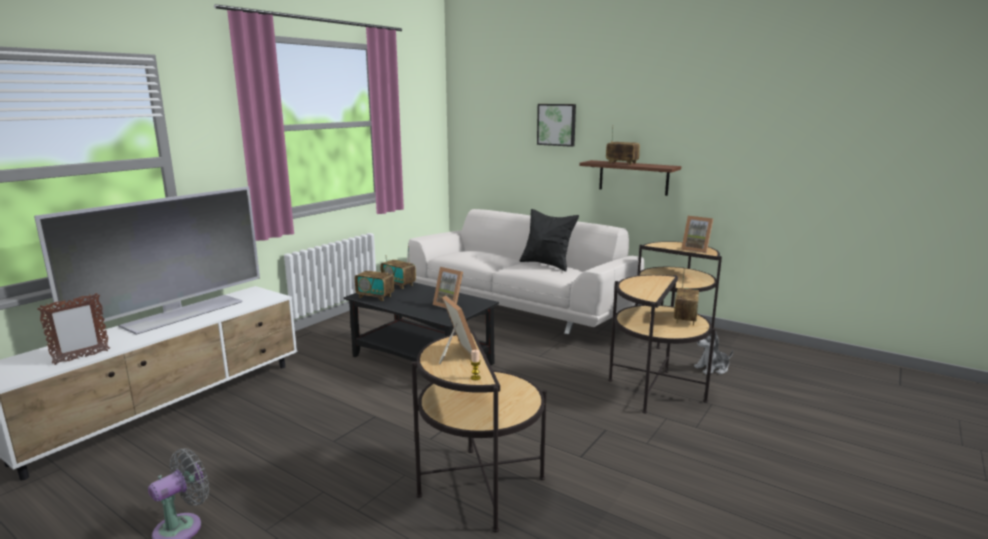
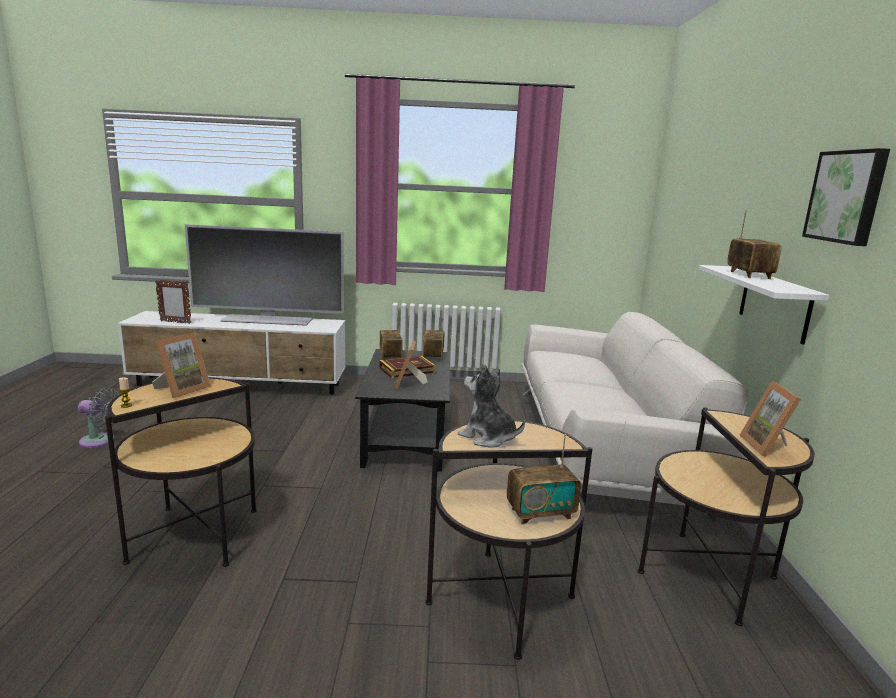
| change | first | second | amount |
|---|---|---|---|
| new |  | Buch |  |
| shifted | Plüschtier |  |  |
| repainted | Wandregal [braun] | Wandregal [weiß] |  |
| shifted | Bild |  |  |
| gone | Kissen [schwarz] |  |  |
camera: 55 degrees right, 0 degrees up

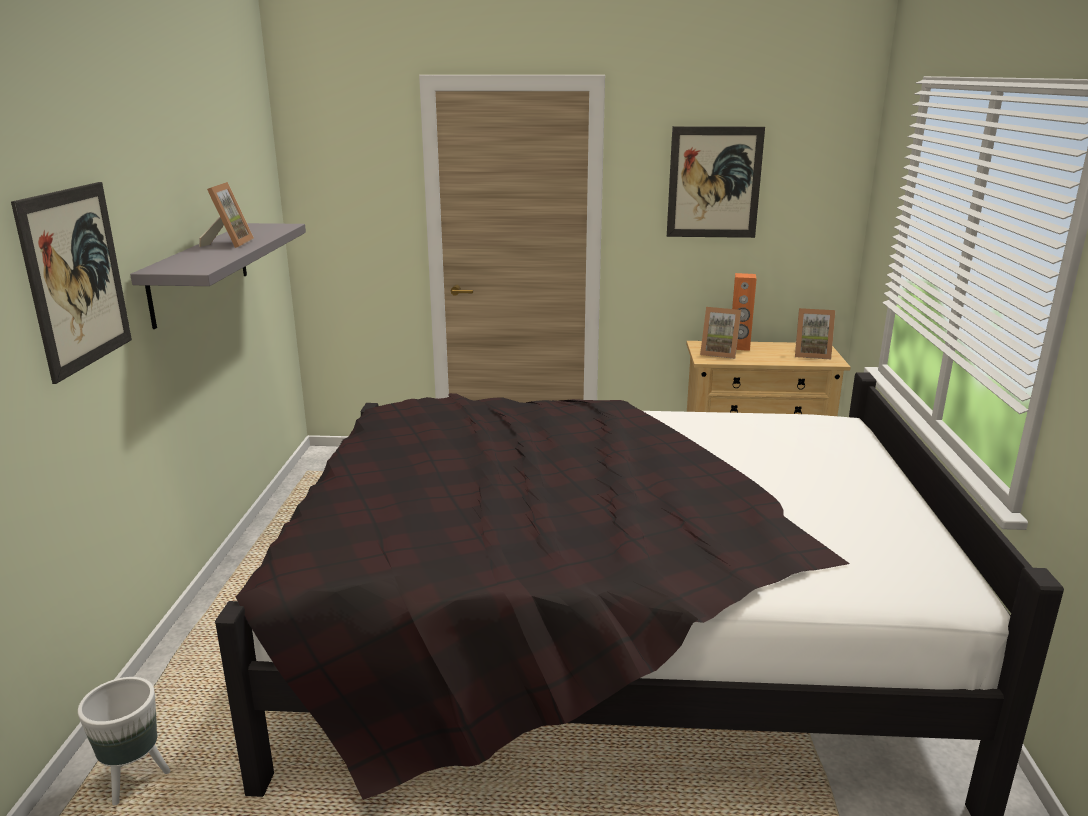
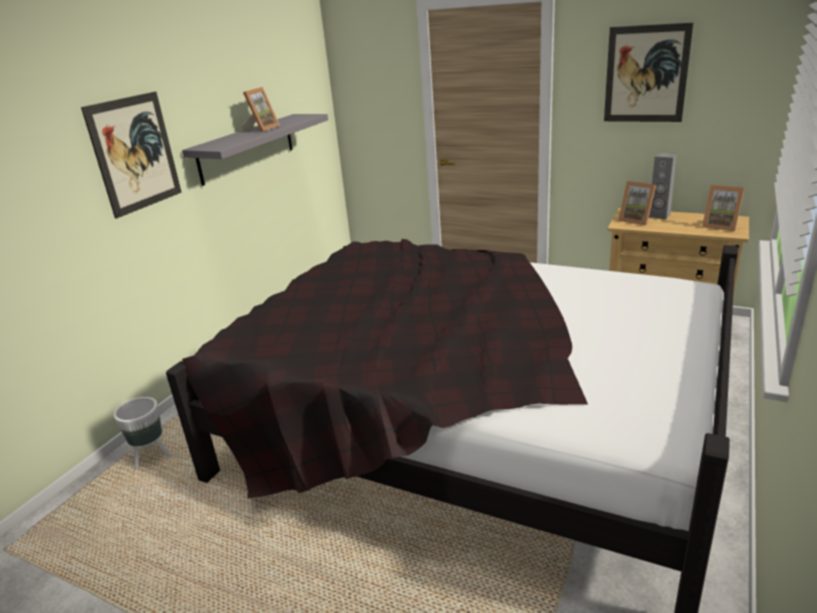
| change | first | second | amount |
|---|---|---|---|
| repainted | Lautsprecher [orange] | Lautsprecher [grau] |  |
camera: 25 degrees right, 5 degrees up

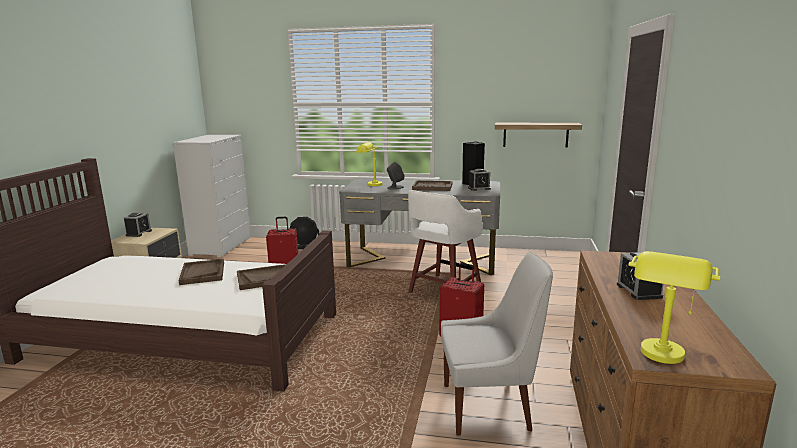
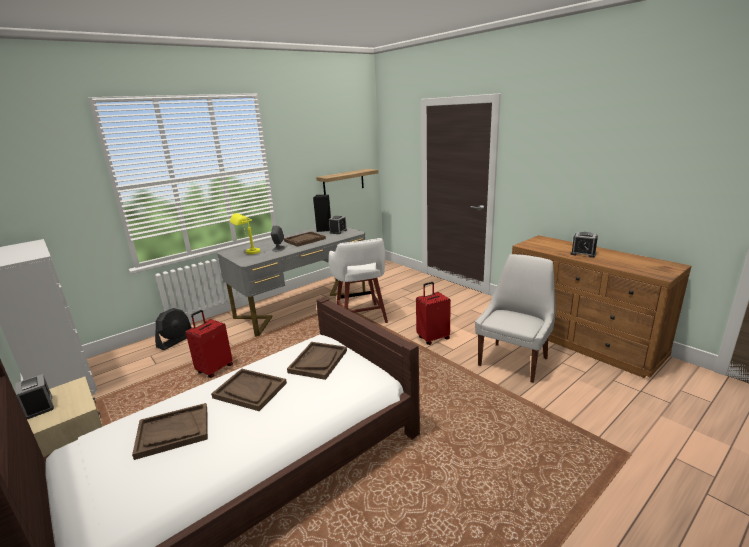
| change | first | second | amount |
|---|---|---|---|
| new |  | Tablett [braun] (no. 1 from left) |  |
| gone | Tischlampe [gelb] (no. 2 from left) |  |  |
camera: 50 degrees left, 5 degrees up

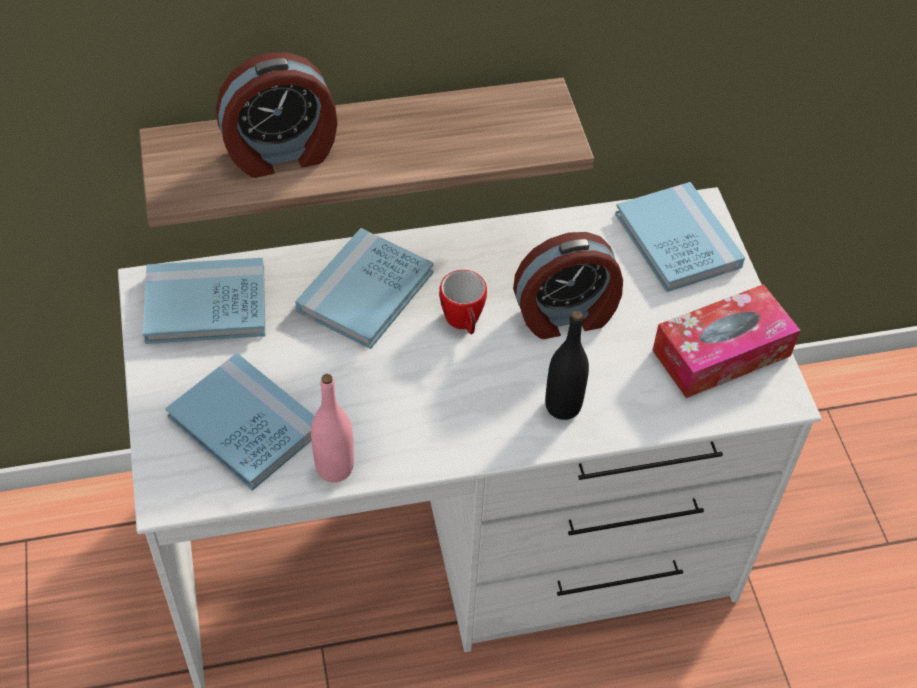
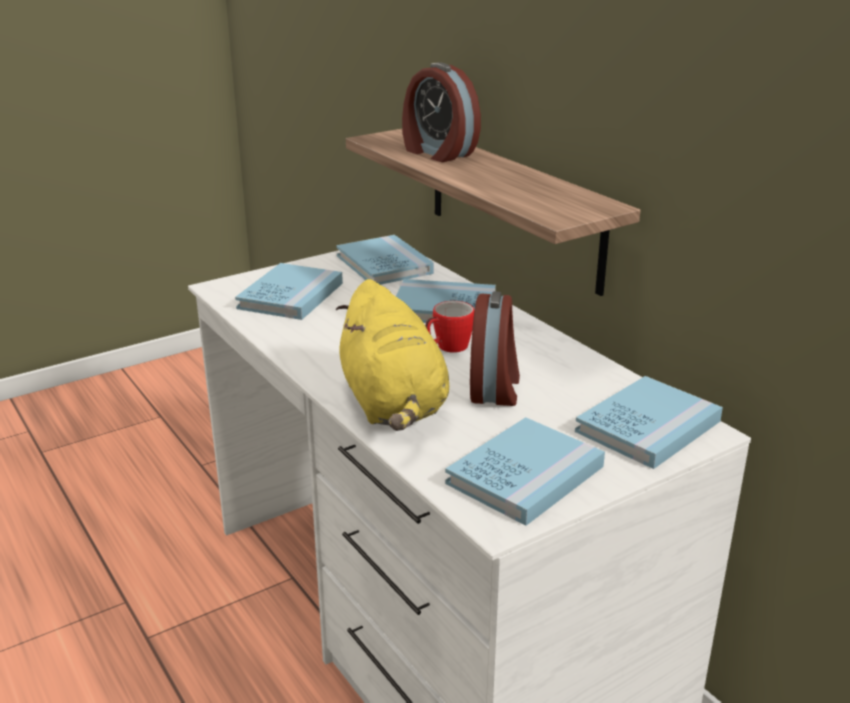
| change | first | second | amount |
|---|---|---|---|
| swapped | Flasche [schwarz] | Plüschtier [gelb] |  |
| swapped | Taschentuchbox | Buch [blau] (no. 4 from left) |  |
| rotated | Wecker (no. 2 from left) |  | 135 degrees counterclockwise |
| gone | Flasche [rosa] |  |  |
camera: 70 degrees right, 25 degrees down

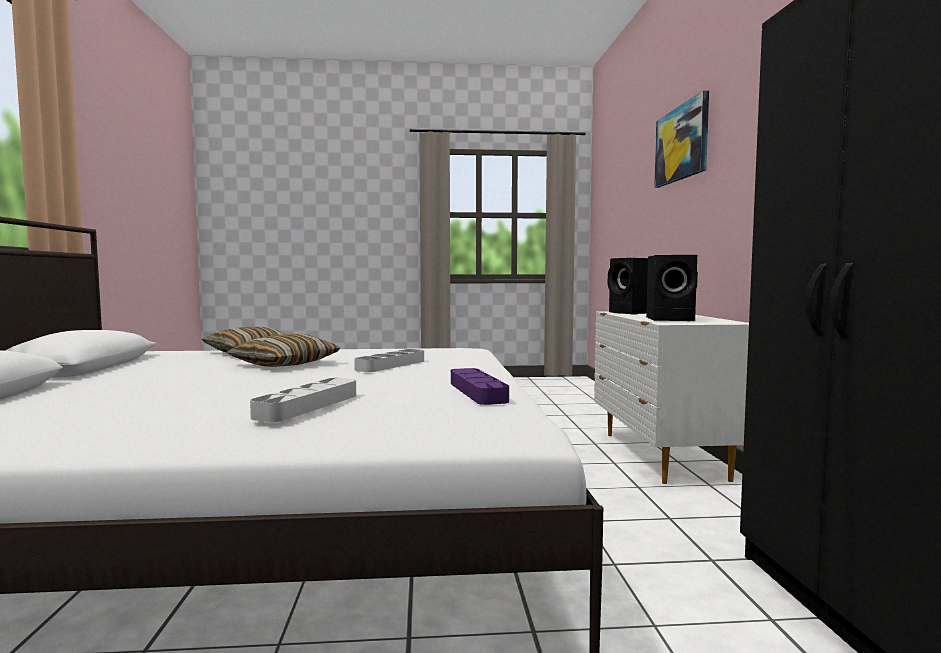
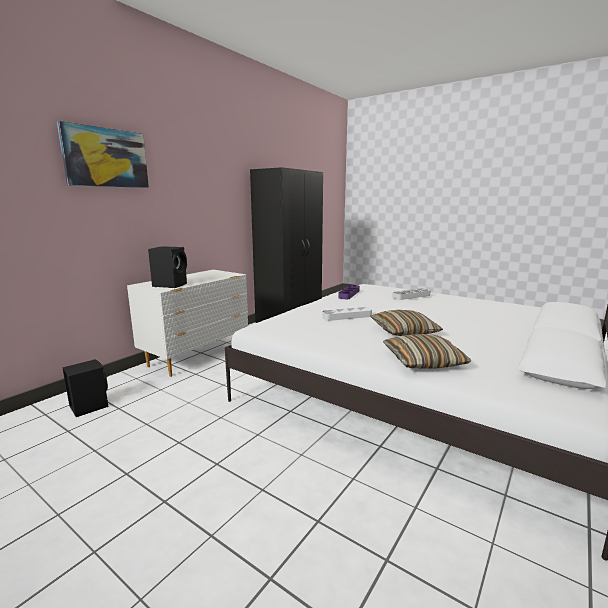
| change | first | second | amount |
|---|---|---|---|
| shifted | Lautsprecher [schwarz] (no. 2 from left in the first image) | Lautsprecher [schwarz] (no. 1 from left) |  |
camera: 140 degrees left, 10 degrees up

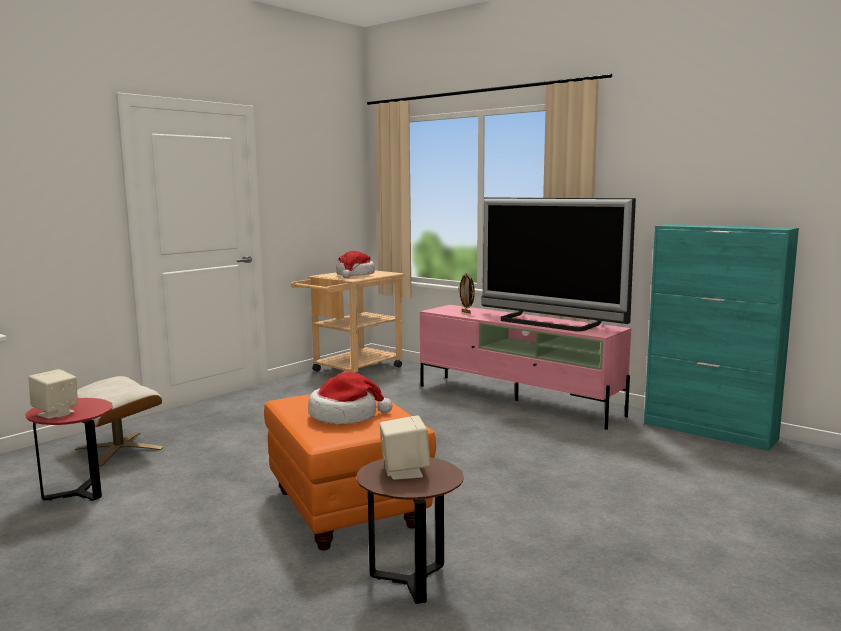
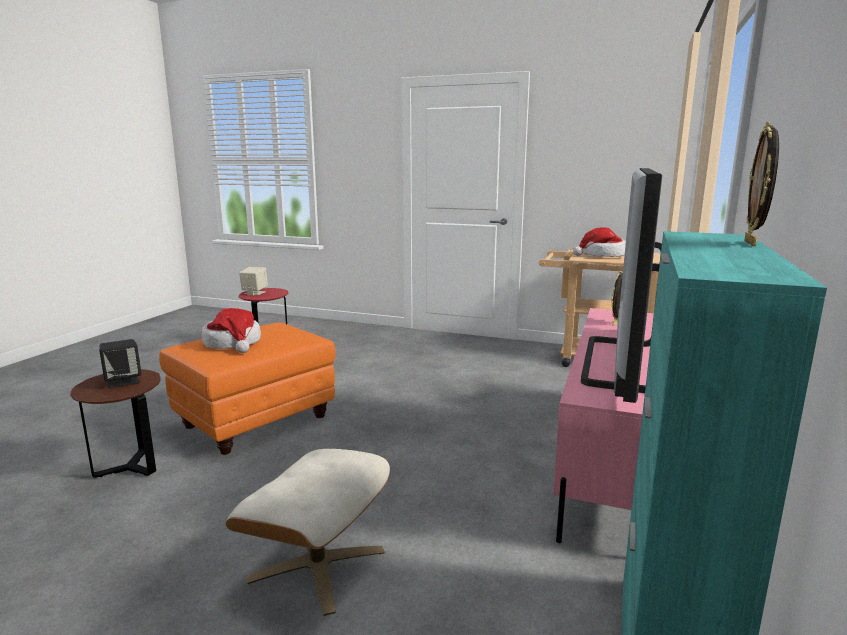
| change | first | second | amount |
|---|---|---|---|
| repainted | Lautsprecher [beige] (no. 2 from left) | Lautsprecher [schwarz] |  |
| shifted | Polsterhocker [beige] |  |  |
| new |  | Bilderrahmen (no. 2 from left) |  |
camera: 70 degrees right, 5 degrees up

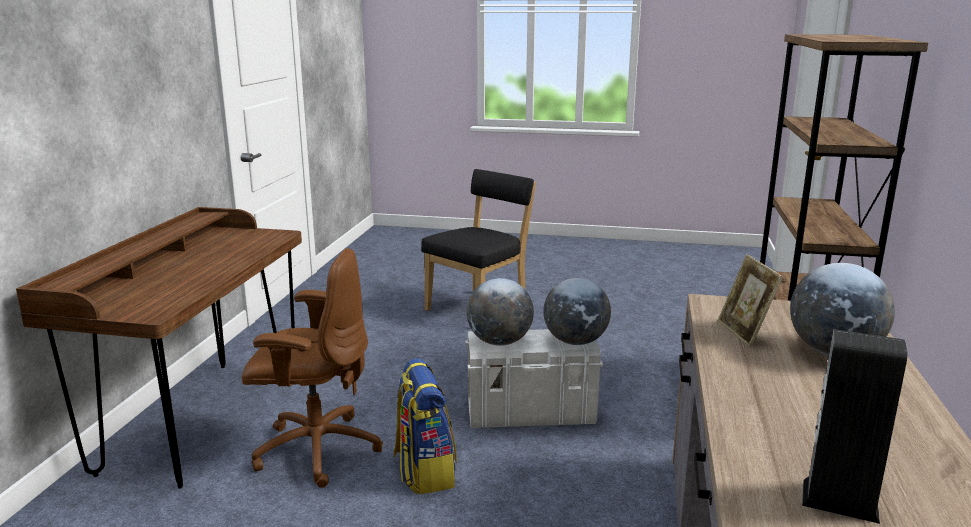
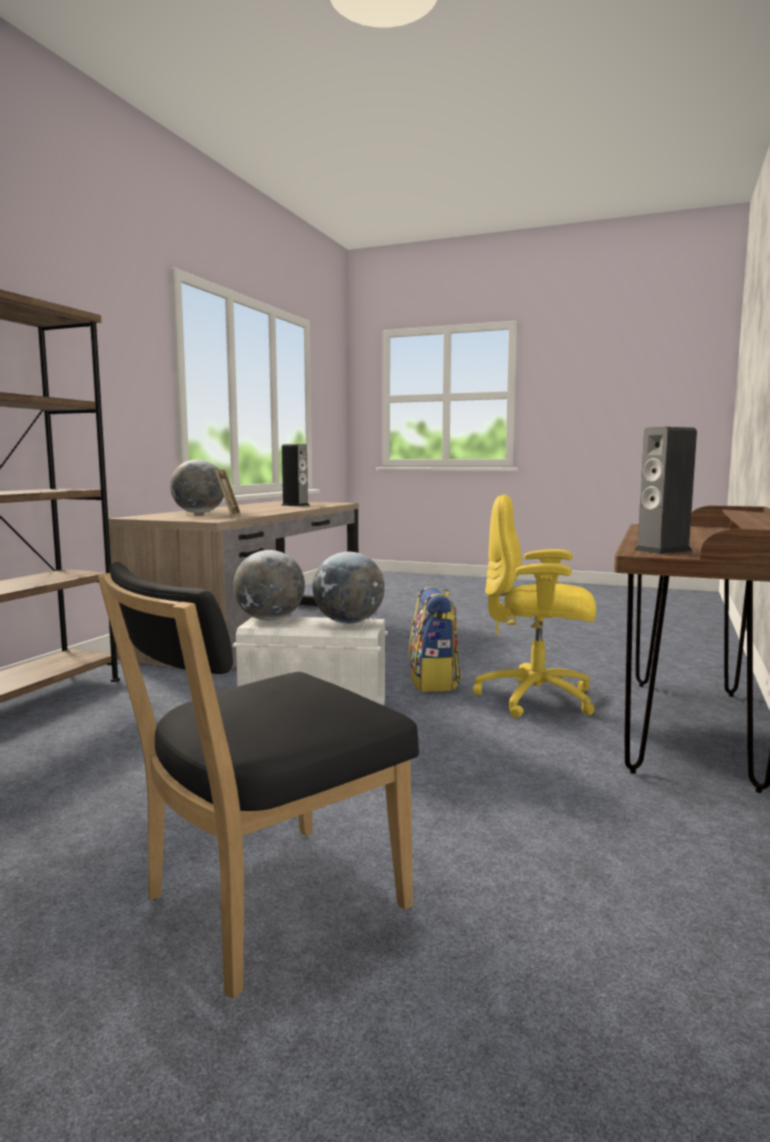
| change | first | second | amount |
|---|---|---|---|
| repainted | Bürostuhl [braun] | Bürostuhl [gelb] |  |
| new |  | Lautsprecher (no. 2 from left) |  |
camera: 170 degrees left, 10 degrees down

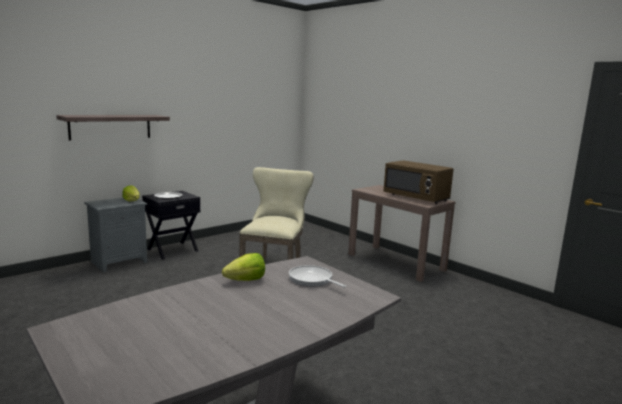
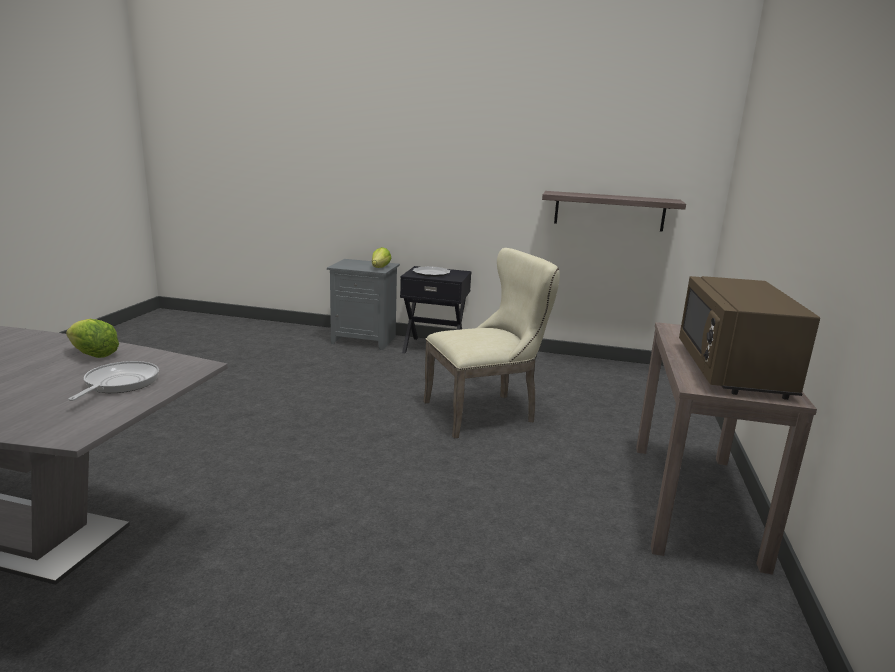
| change | first | second | amount |
|---|---|---|---|
| shifted | Wandregal |  |  |
camera: 55 degrees right, 5 degrees up

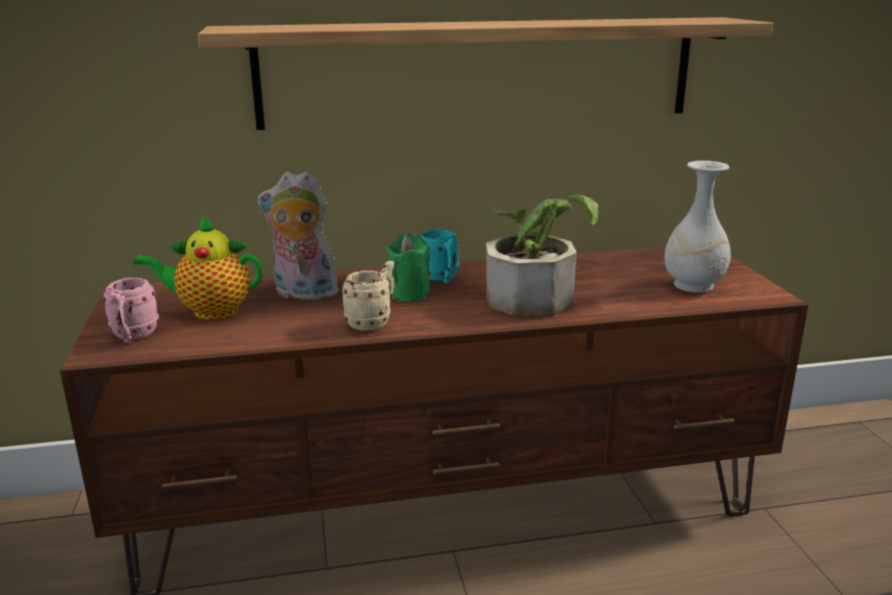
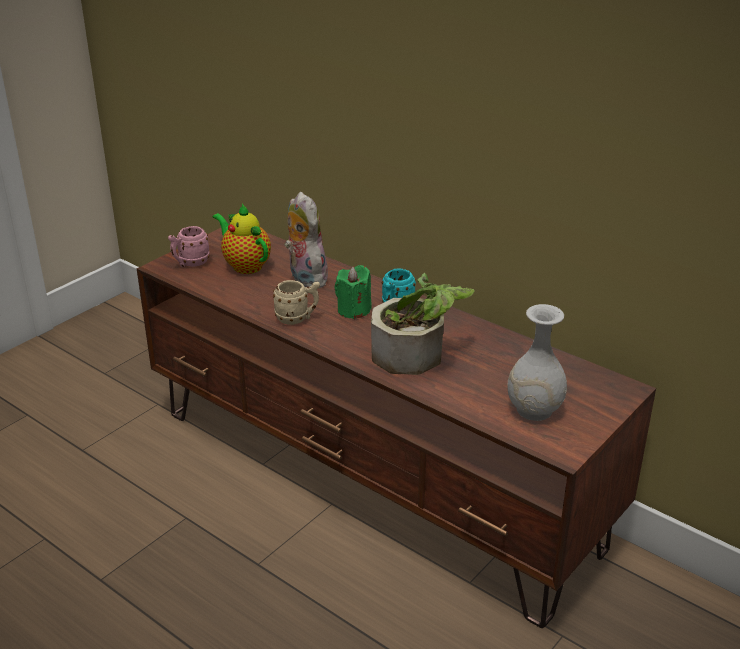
| change | first | second | amount |
|---|---|---|---|
| gone | Wandregal |  |  |
camera: 50 degrees right, 10 degrees up

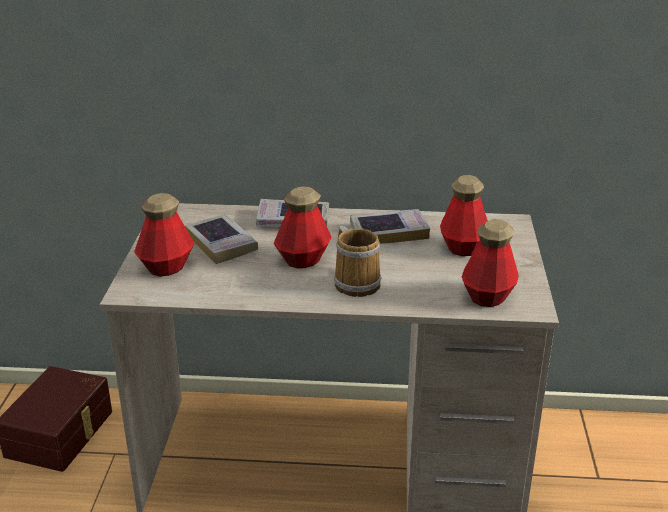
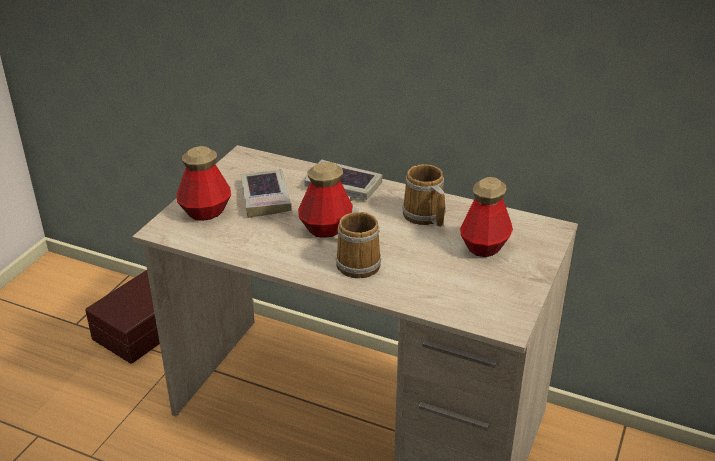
| change | first | second | amount |
|---|---|---|---|
| swapped | Buch (no. 3 from left) | Henkelbecher (no. 2 from left) |  |
| gone | Flasche (no. 4 from left) |  |  |
camera: 20 degrees right, 5 degrees up

